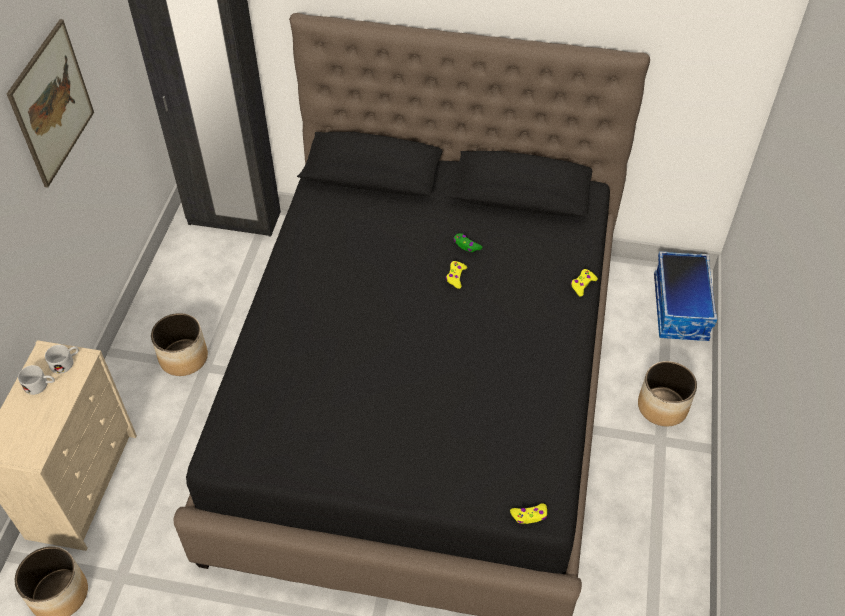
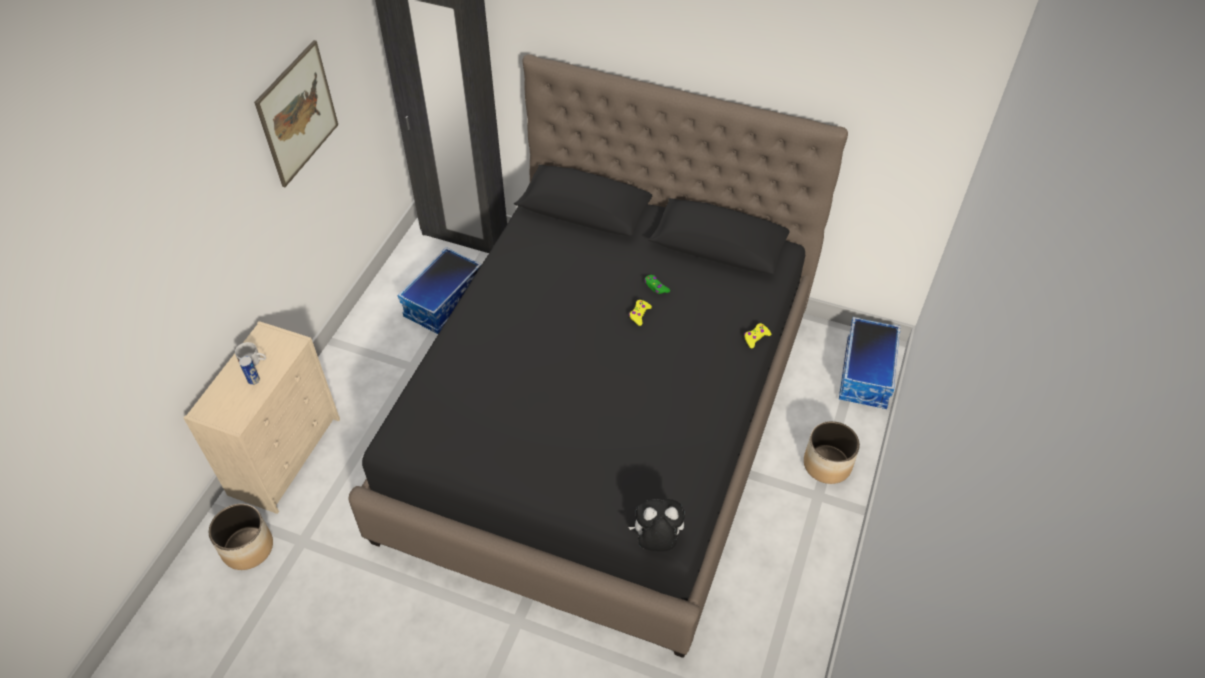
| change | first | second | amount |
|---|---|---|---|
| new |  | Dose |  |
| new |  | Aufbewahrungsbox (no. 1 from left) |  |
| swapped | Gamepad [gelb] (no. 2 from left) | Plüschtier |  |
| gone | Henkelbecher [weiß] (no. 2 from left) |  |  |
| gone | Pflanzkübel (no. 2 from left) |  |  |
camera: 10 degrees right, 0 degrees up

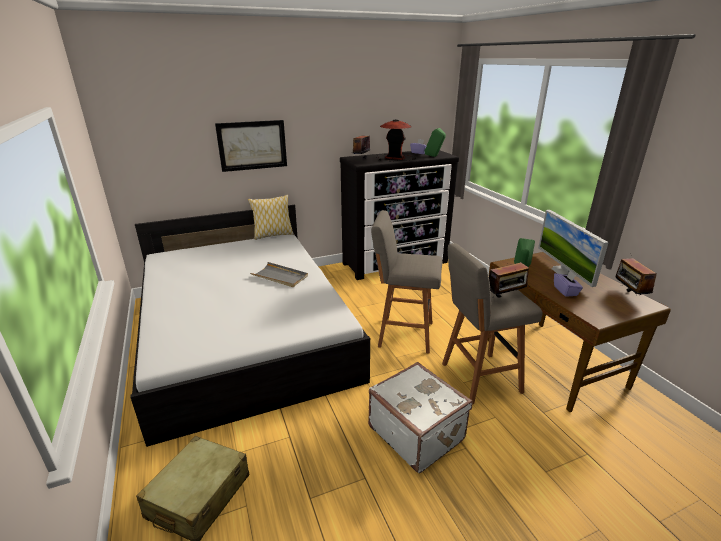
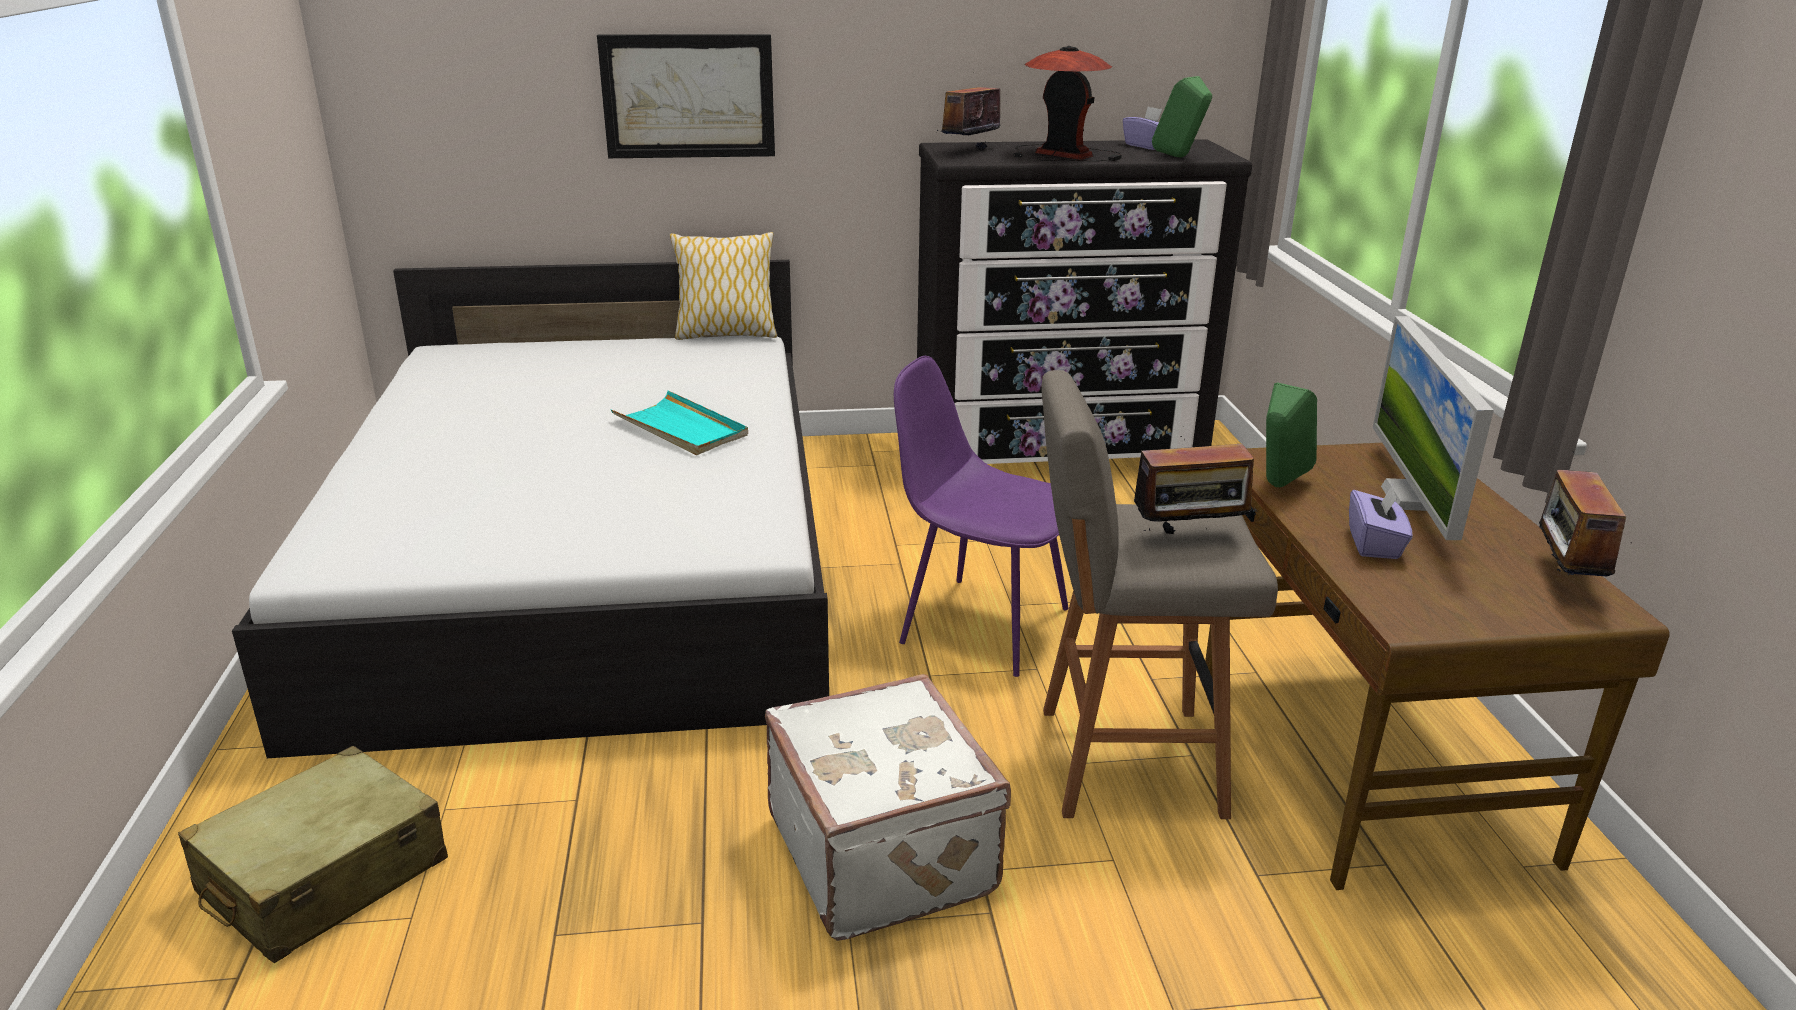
| change | first | second | amount |
|---|---|---|---|
| repainted | Tablett [grau] | Tablett [türkis] |  |
| swapped | Hocker [grau] (no. 1 from left) | Stuhl [lila] |  |
camera: 15 degrees right, 0 degrees up

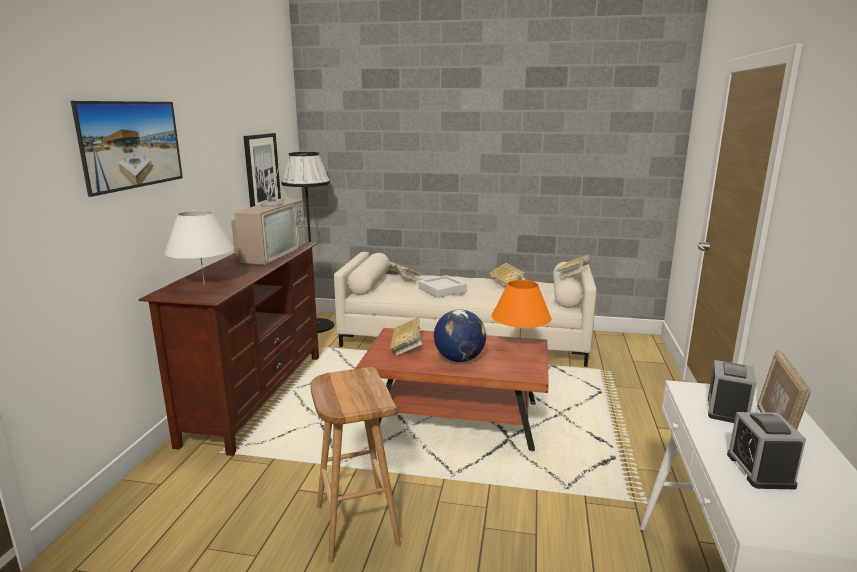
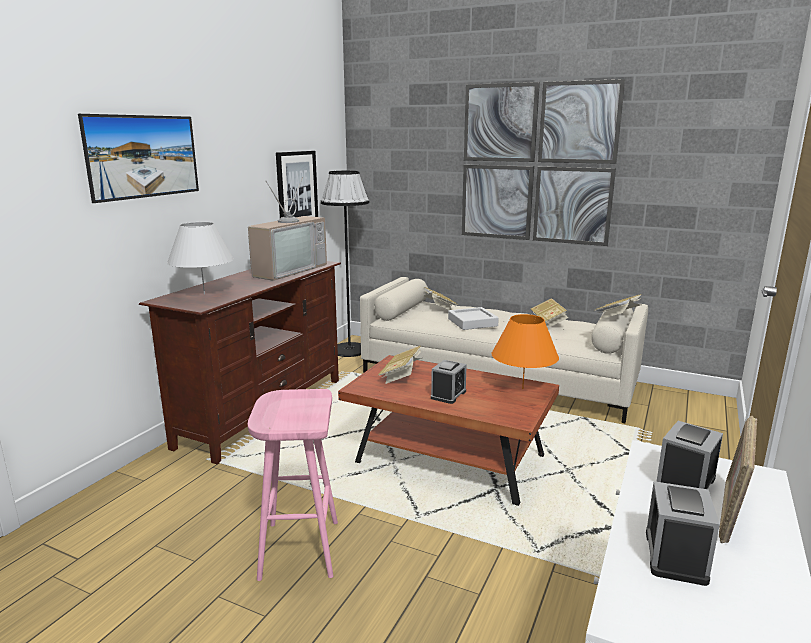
| change | first | second | amount |
|---|---|---|---|
| repainted | Hocker [braun] | Hocker [rosa] |  |
| swapped | Globus | Wecker (no. 1 from left) |  |
| new |  | Bild (no. 3 from left) |  |
camera: 15 degrees right, 0 degrees up

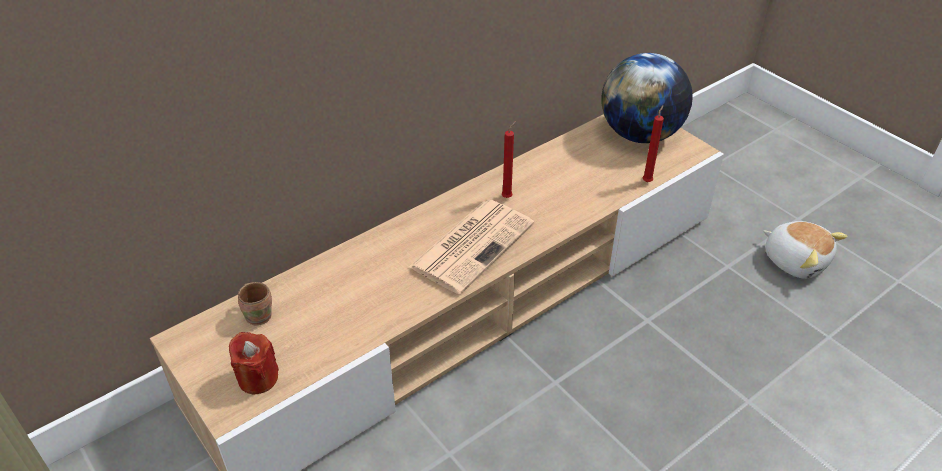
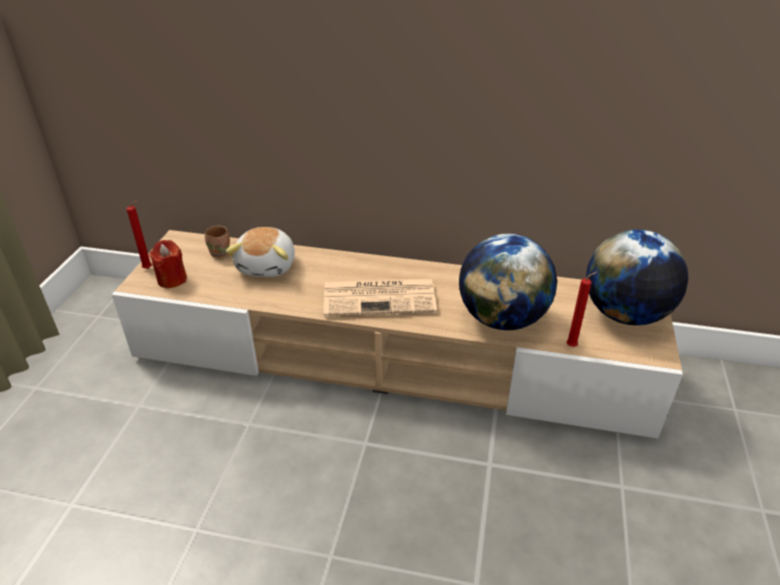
| change | first | second | amount |
|---|---|---|---|
| shifted | Kerze [rot] (no. 2 from left in the first image) | Kerze [rot] (no. 1 from left) |  |
| shifted | Plüschtier |  |  |
| new |  | Globus (no. 1 from left) |  |
camera: 50 degrees right, 5 degrees down

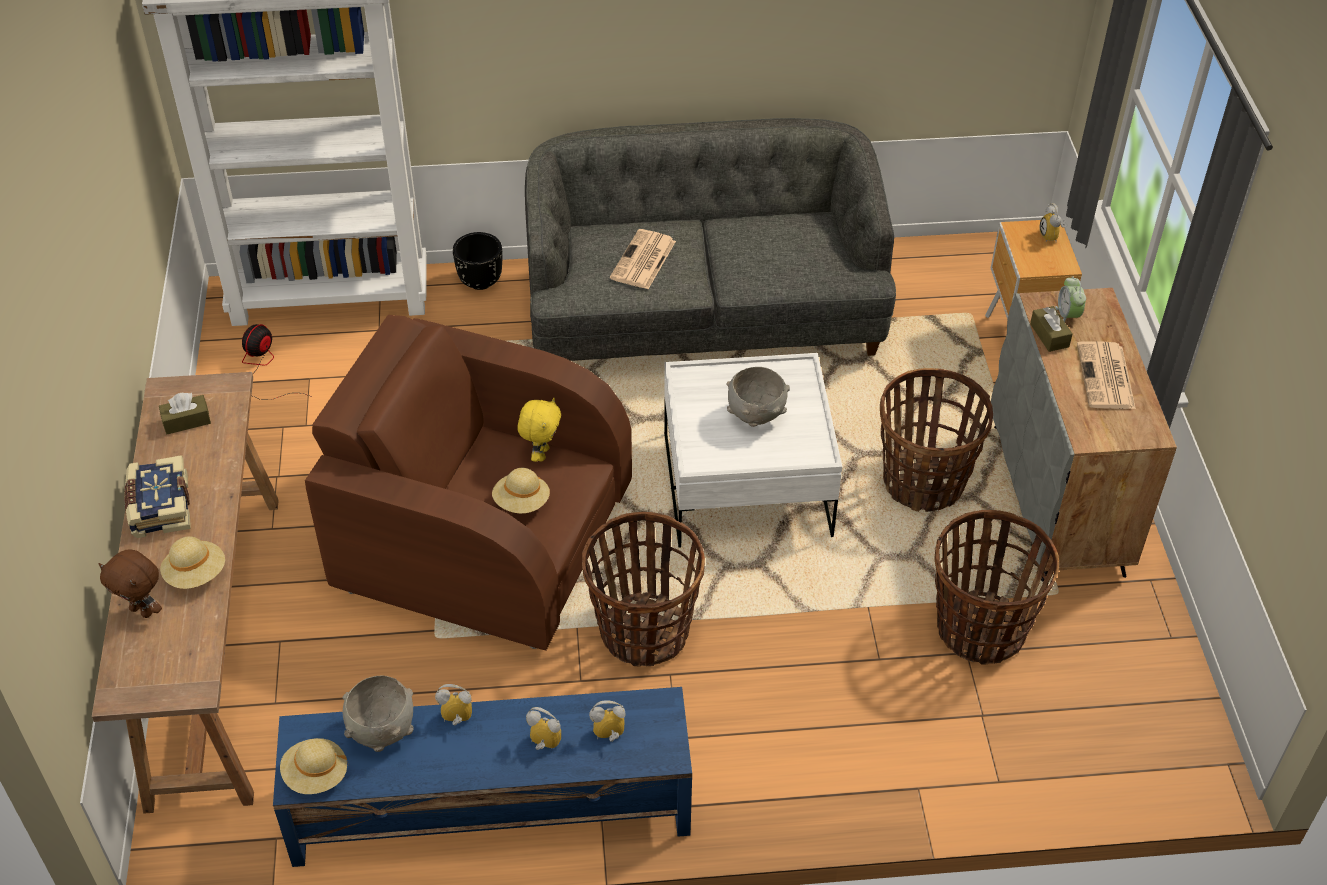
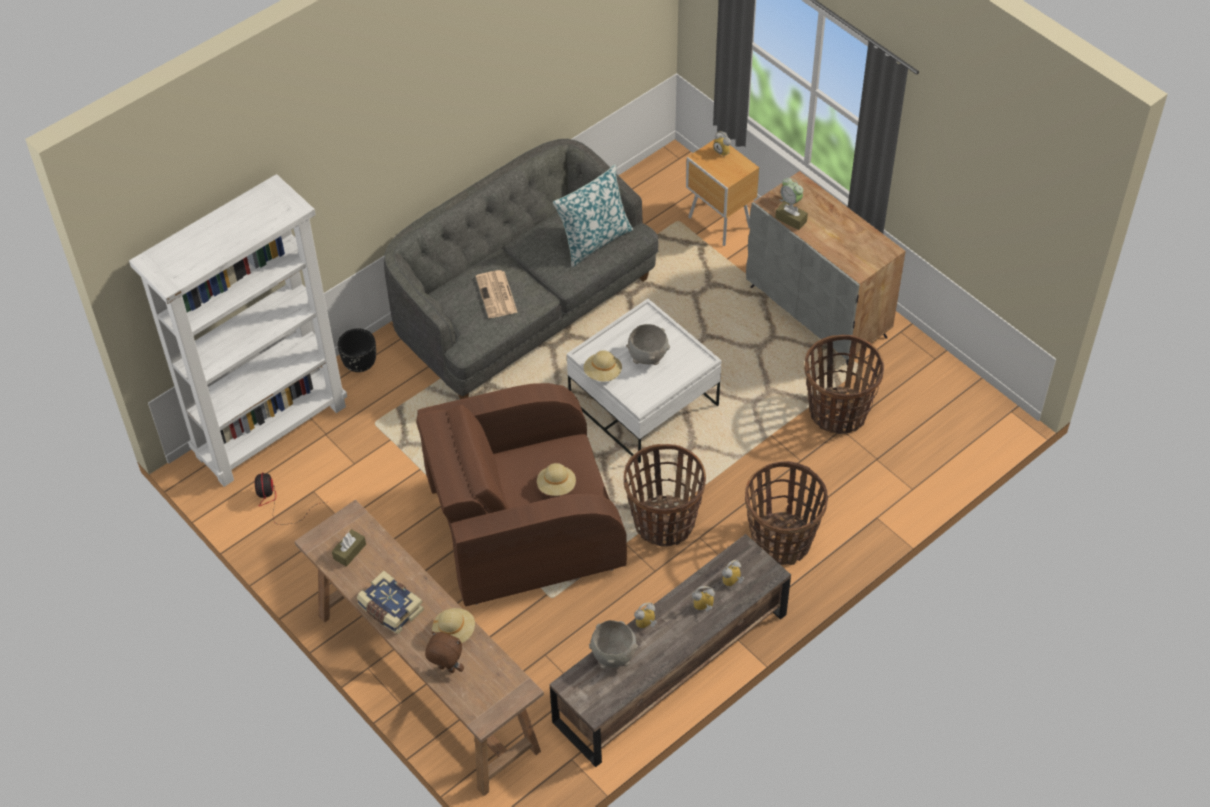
| change | first | second | amount |
|---|---|---|---|
| rotated | Plüschtier [braun] |  | 150 degrees counterclockwise |
| repainted | Fernsehschrank [blau] | Fernsehschrank [braun] |  |
| new |  | Kissen |  |
| shifted | Hut [beige] (no. 2 from left in the first image) | Hut [beige] (no. 3 from left) |  |
| shifted | Korb (no. 2 from left) |  |  |
| gone | Plüschtier [gelb] |  |  |
| gone | Zeitung (no. 2 from left) |  |  |
camera: 35 degrees left, 5 degrees up

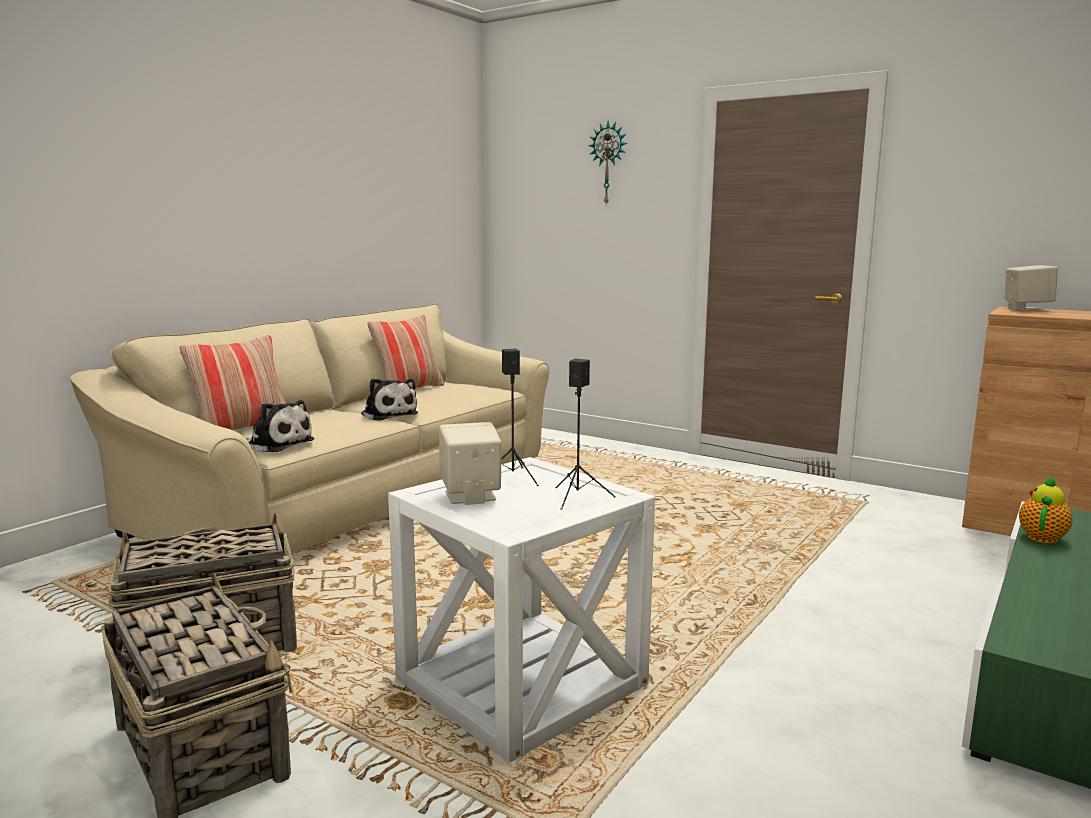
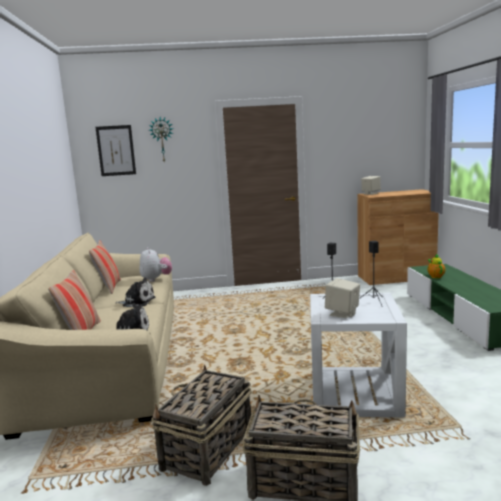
| change | first | second | amount |
|---|---|---|---|
| new |  | Bild |  |
| new |  | Plüschtier (no. 3 from left) |  |
camera: 40 degrees left, 0 degrees up

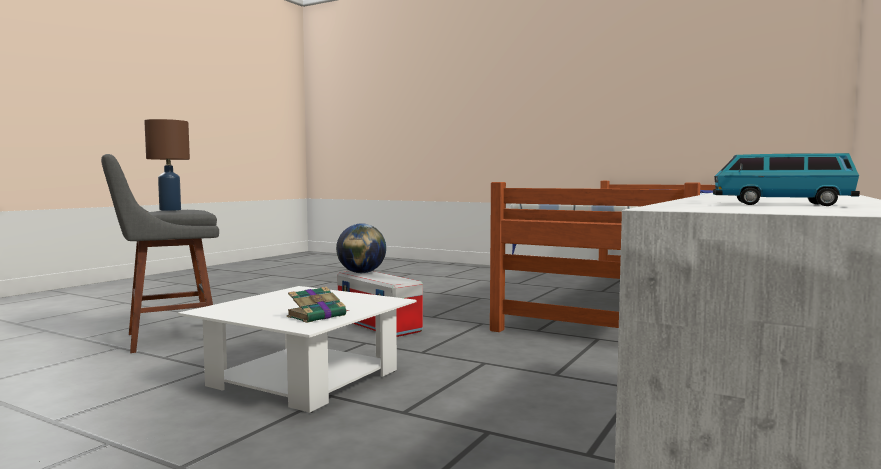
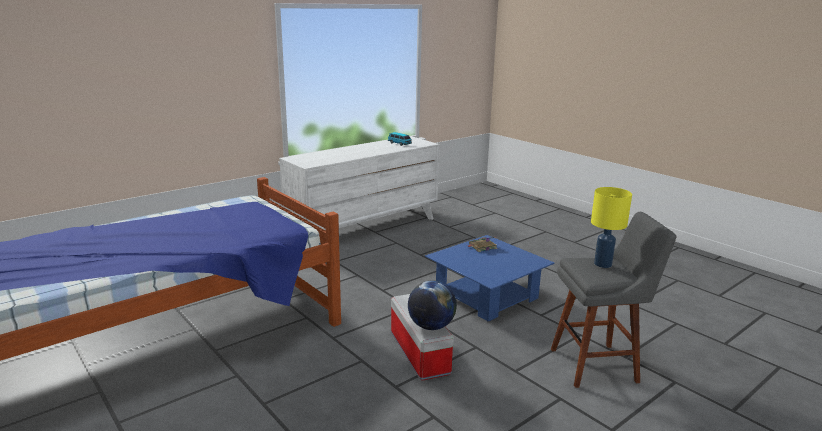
| change | first | second | amount |
|---|---|---|---|
| repainted | Couchtisch [weiß] | Couchtisch [blau] |  |
| repainted | Tischlampe [braun] | Tischlampe [gelb] |  |
camera: 160 degrees left, 15 degrees up

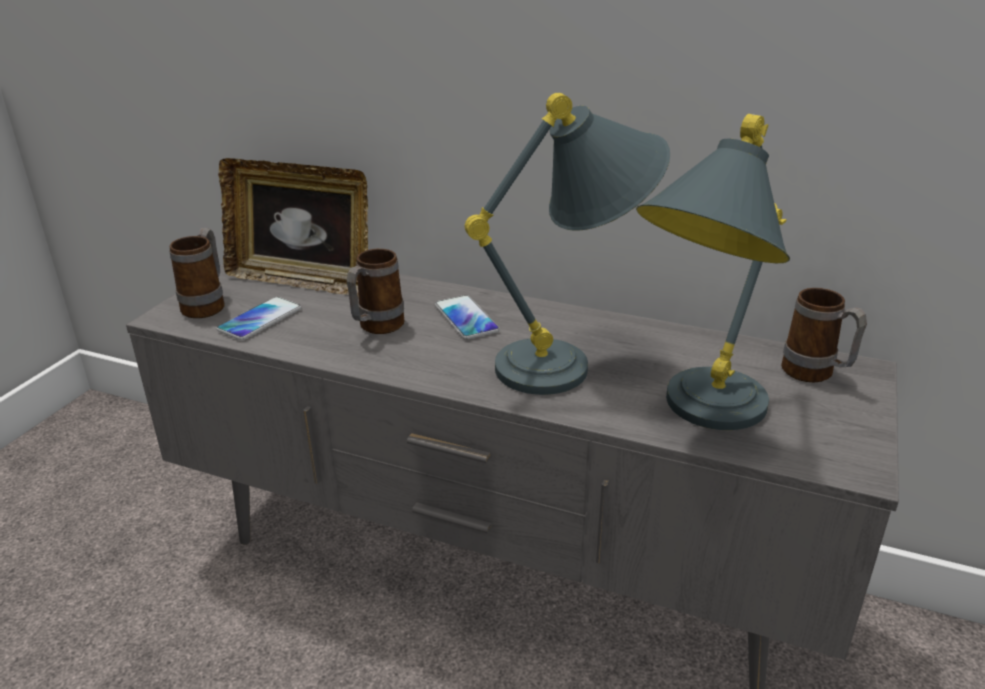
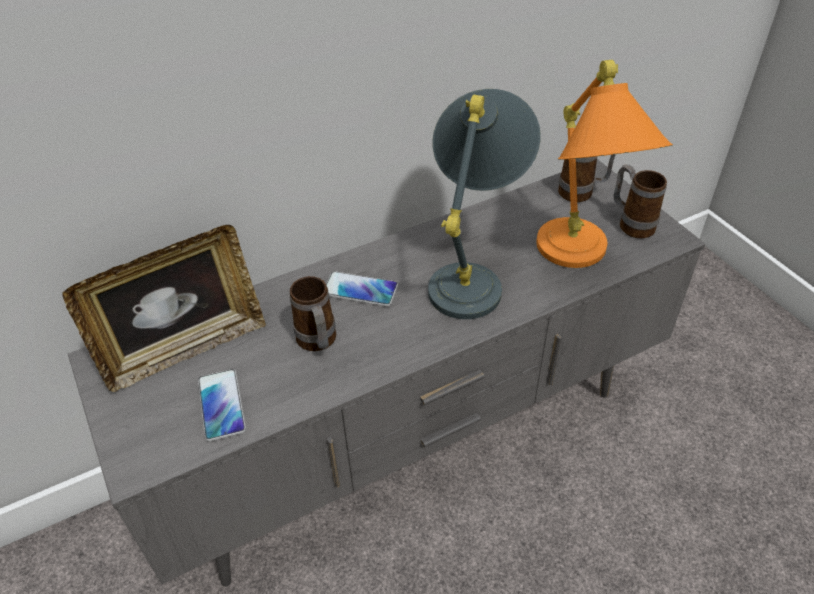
| change | first | second | amount |
|---|---|---|---|
| repainted | Tischlampe [grau] (no. 2 from left) | Tischlampe [orange] |  |
| shifted | Henkelbecher (no. 1 from left in the first image) | Henkelbecher (no. 3 from left) |  |
camera: 50 degrees left, 15 degrees up

